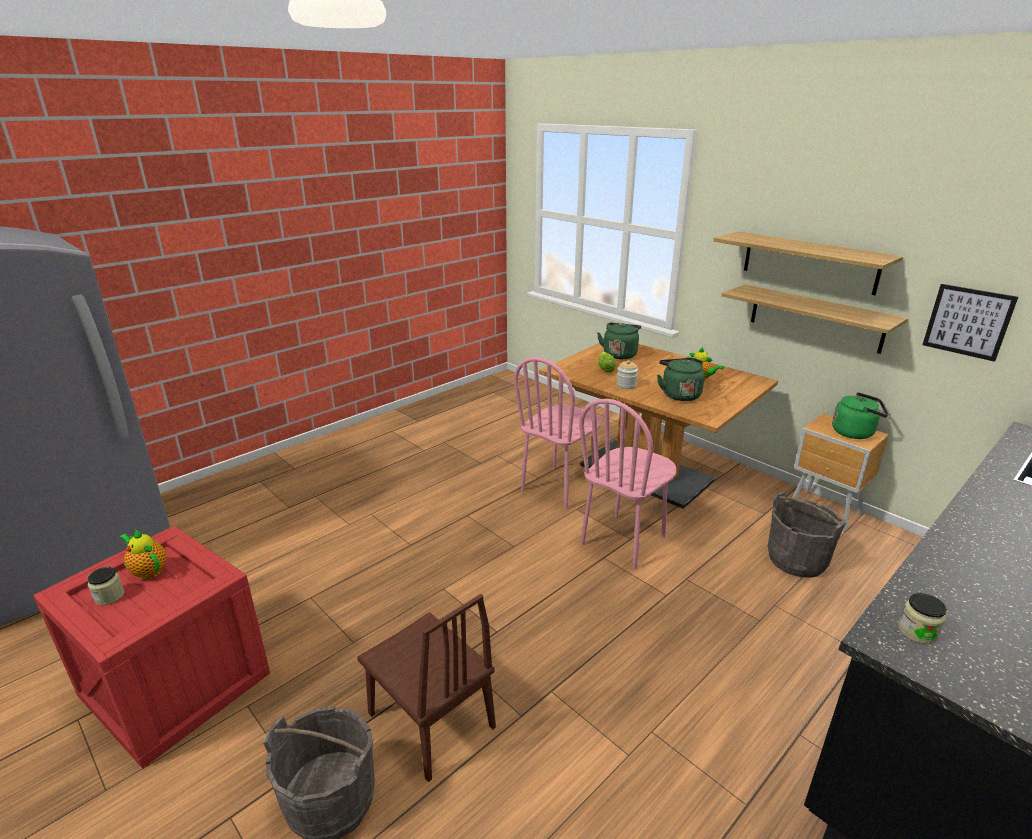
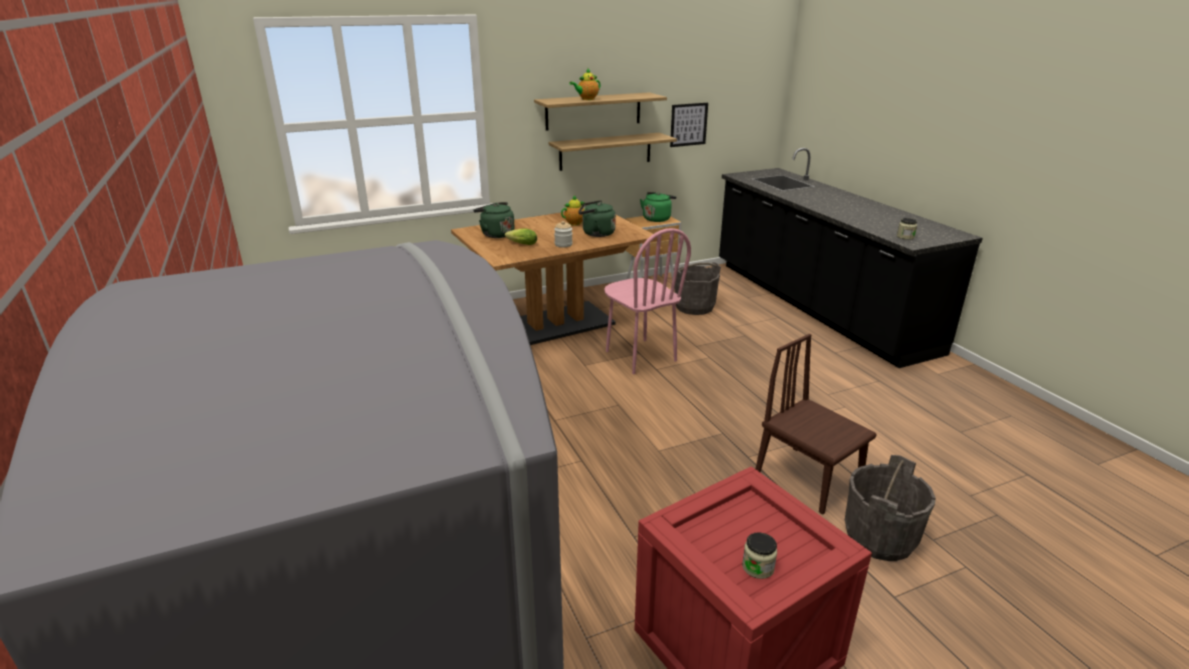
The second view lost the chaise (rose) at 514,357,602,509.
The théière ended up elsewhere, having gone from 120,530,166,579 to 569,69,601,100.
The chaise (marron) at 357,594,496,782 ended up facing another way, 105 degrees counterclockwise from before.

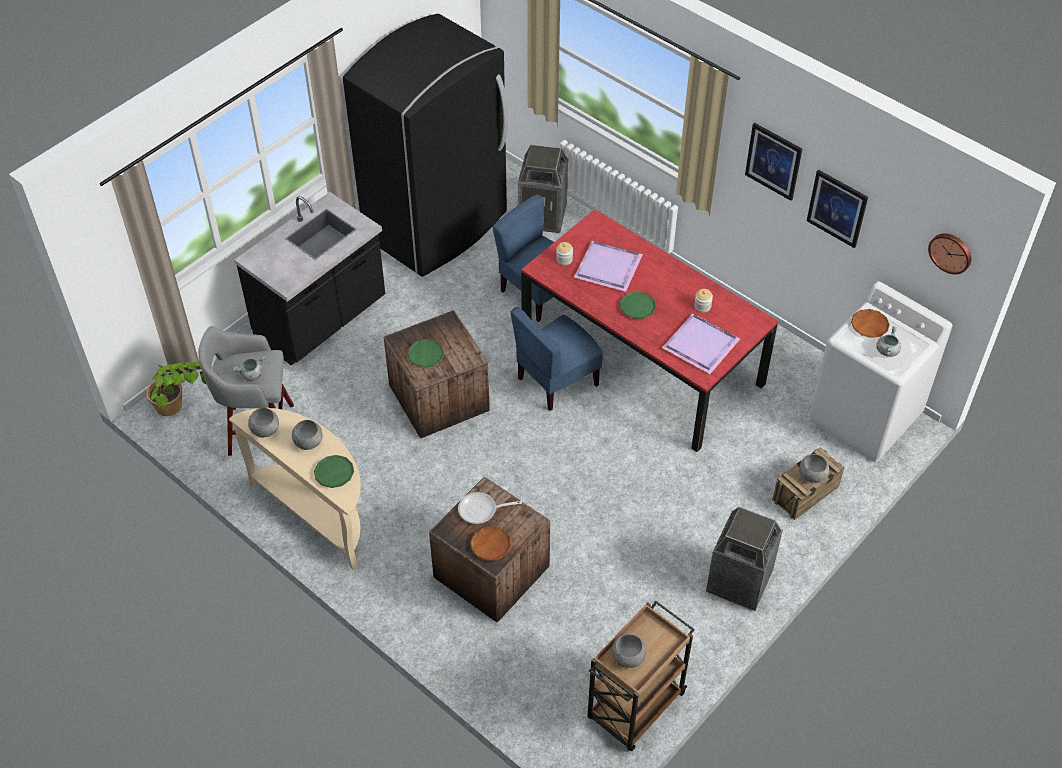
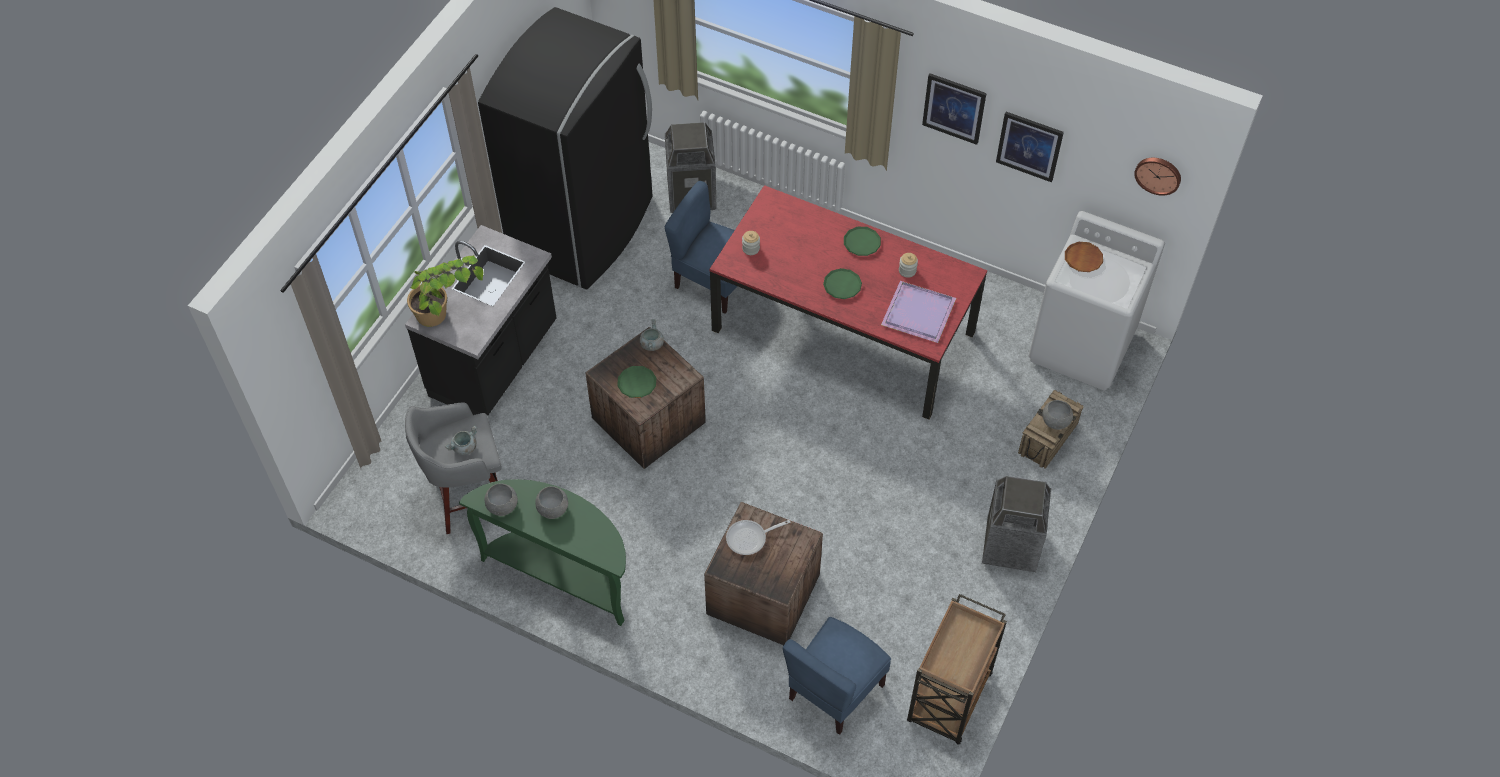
The second view lost the plateau (violet) at 574,241,643,292.
The chaise (bleu) ended up elsewhere, having gone from 511,307,603,411 to 783,617,891,735.
The marmite (gris) ended up elsewhere, having gone from 876,326,901,357 to 640,319,664,351.
The plante en pot ended up elsewhere, having gone from 146,361,206,416 to 407,255,483,327.
What was the table console (beige) at 229,408,361,569 turned into the table console (vert) at 459,479,626,626.
The assiette (vert) ended up elsewhere, having gone from 314,455,354,488 to 844,227,881,256.
The second view lost the assiette (marron) at 470,526,511,561.
The second view lost the bol (gris) at 612,634,646,668.

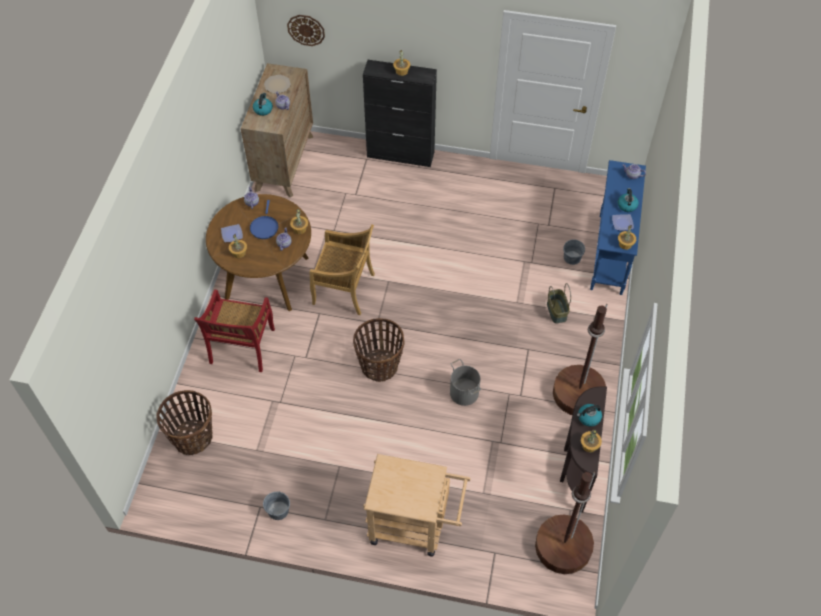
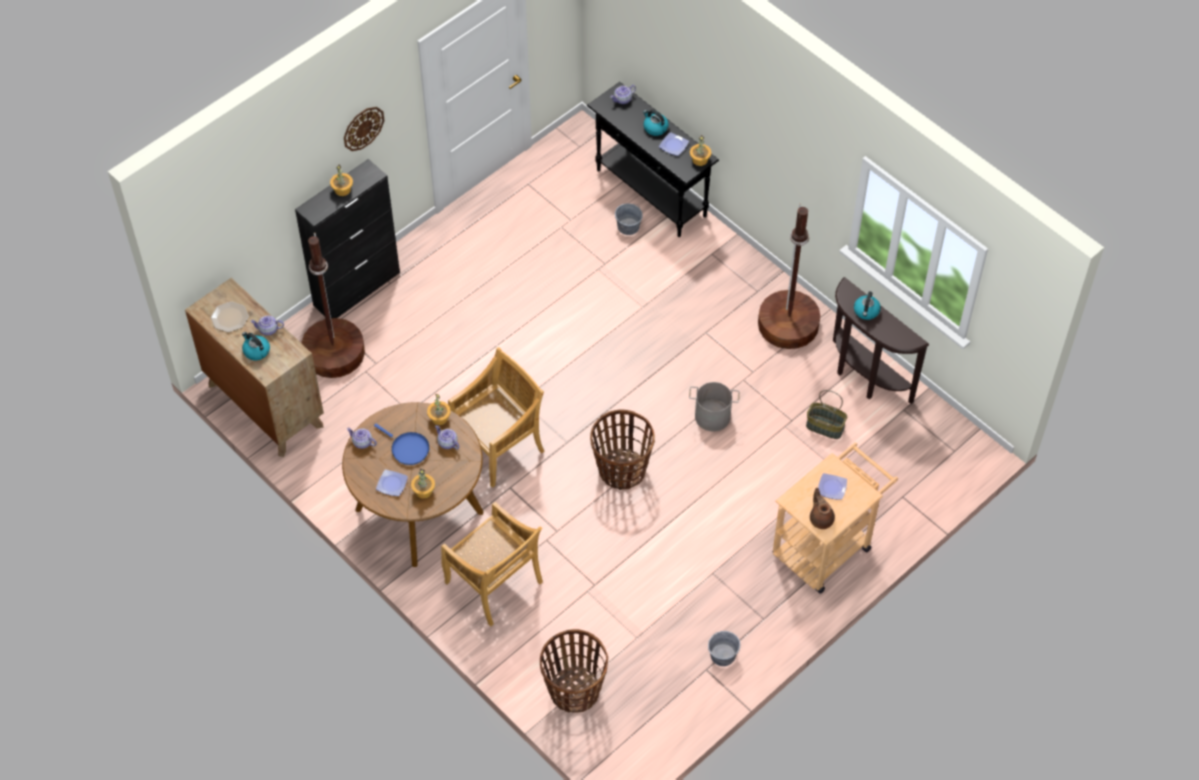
The horloge murale ended up elsewhere, having gone from 287,15,325,46 to 344,107,385,151.
What was the table console (bleu) at 590,160,646,295 turned into the table console (noir) at 587,82,719,237.
The panier ended up elsewhere, having gone from 547,283,571,324 to 806,390,847,439.
What was the chaise (rouge) at 194,289,275,372 turned into the chaise (beige) at 441,502,543,627.
The second view lost the plante en pot at 581,428,602,452.
The lampadaire (marron) ended up elsewhere, having gone from 535,472,595,574 to 301,232,365,378.
The second view gained the assiette at 818,473,847,500.
The second view gained the théière (marron) at 810,488,835,529.

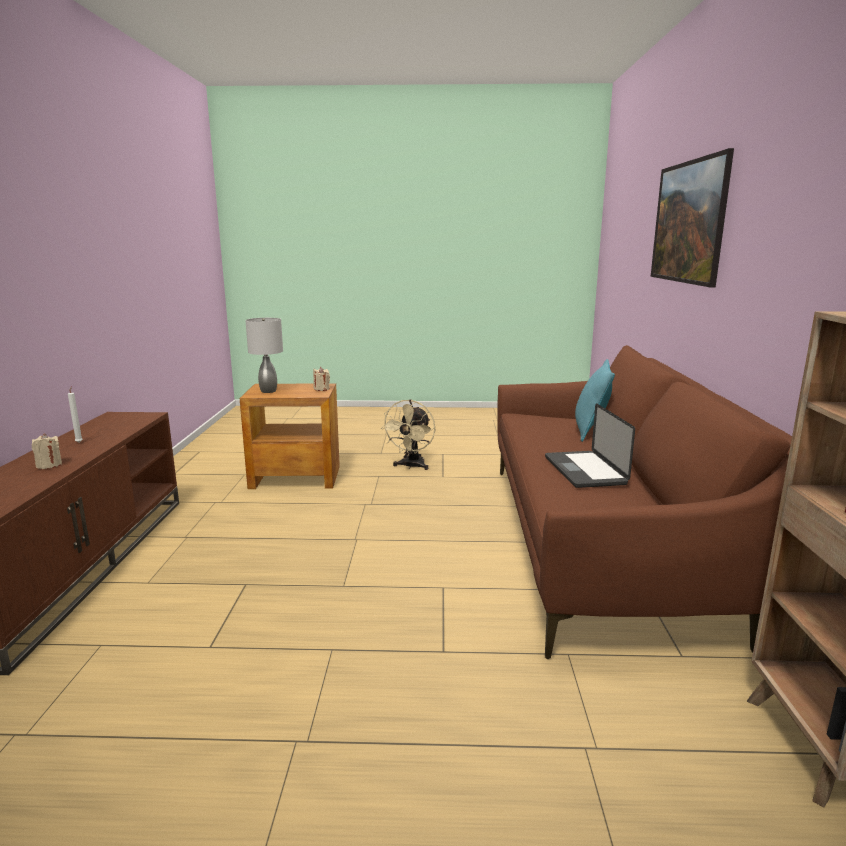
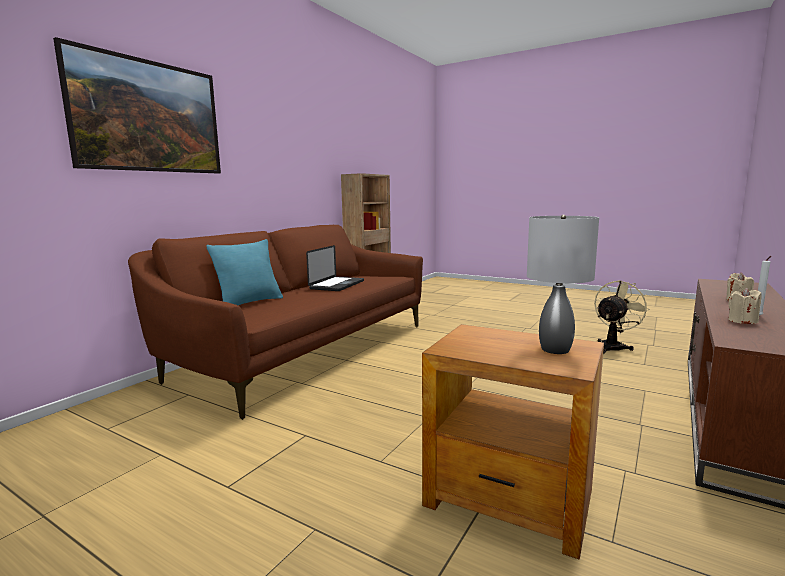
The bougie (beige) ended up elsewhere, having gone from 313,367,330,391 to 728,288,761,324.
The ventilateur (beige) ended up elsewhere, having gone from 381,399,435,470 to 594,280,650,353.

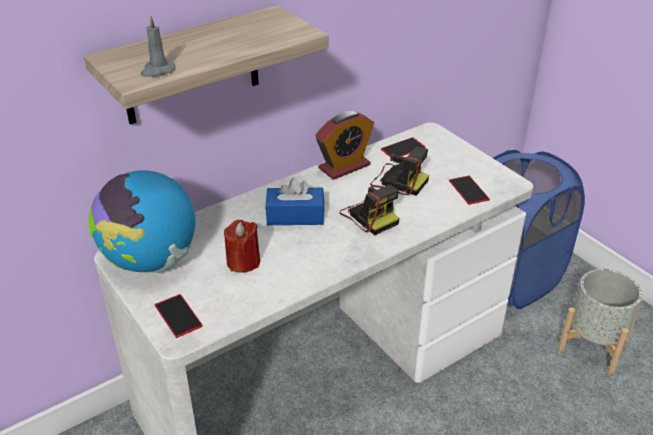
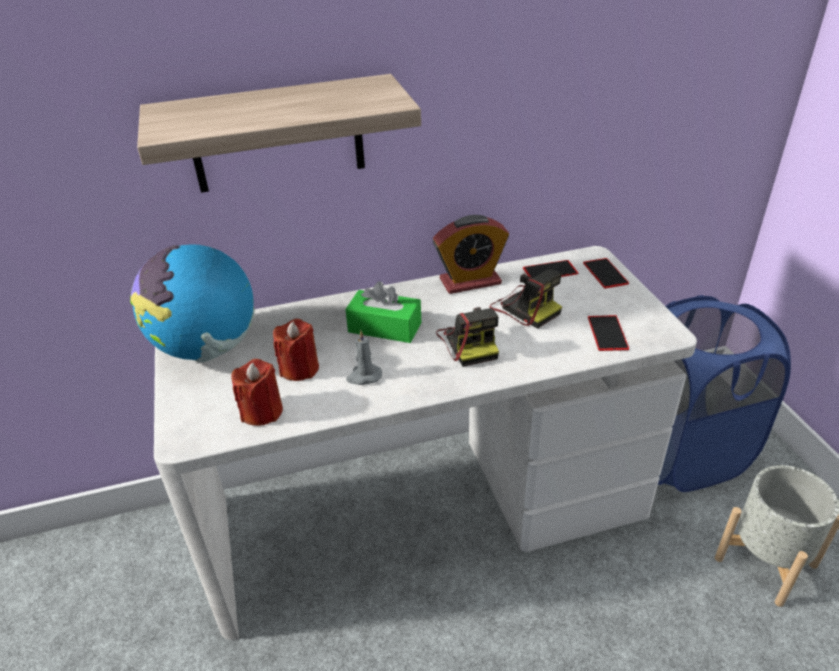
The bougie (gris) ended up elsewhere, having gone from 140,15,176,77 to 346,330,382,385.
What was the boîte à mouchoirs (bleu) at 265,178,324,225 turned into the boîte à mouchoirs (vert) at 345,281,421,343.
The téléphone ended up elsewhere, having gone from 155,294,203,338 to 583,258,629,289.
The second view gained the bougie (rouge) at 231,359,283,426.

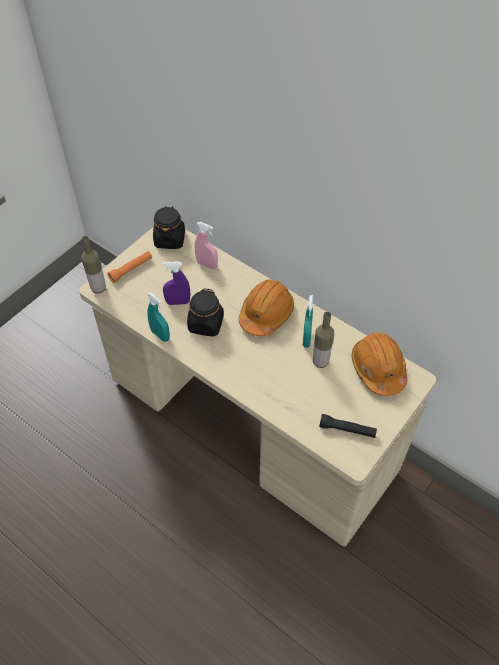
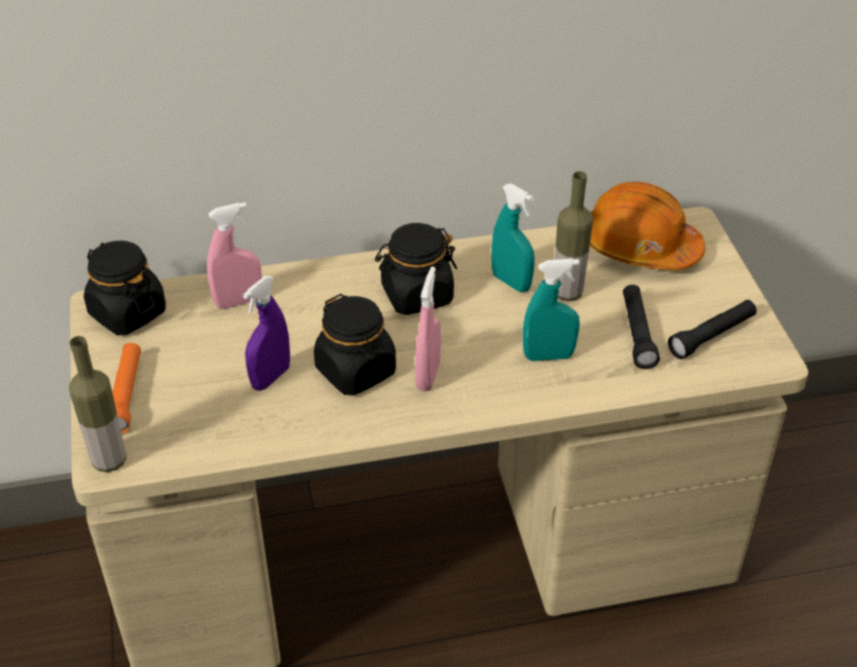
Where the casque de chantier (orange) stood at 239,280,294,336, the bocal (noir) came to stand at 375,223,457,315.
The vaporisateur (turquoise) ended up elsewhere, having gone from 147,292,170,342 to 523,259,580,361.
The second view gained the vaporisateur (rose) at 415,267,441,391.
The second view gained the lampe de poche (noir) at 623,285,660,369.

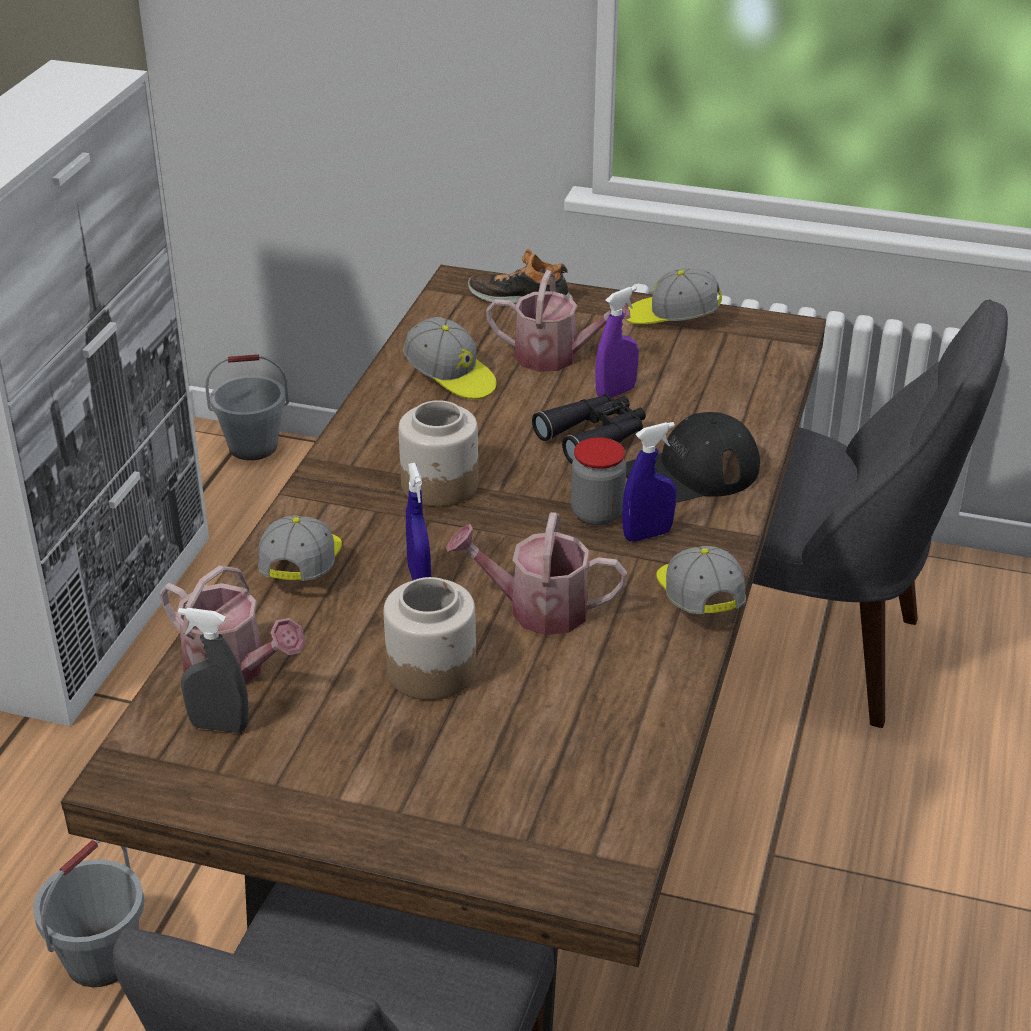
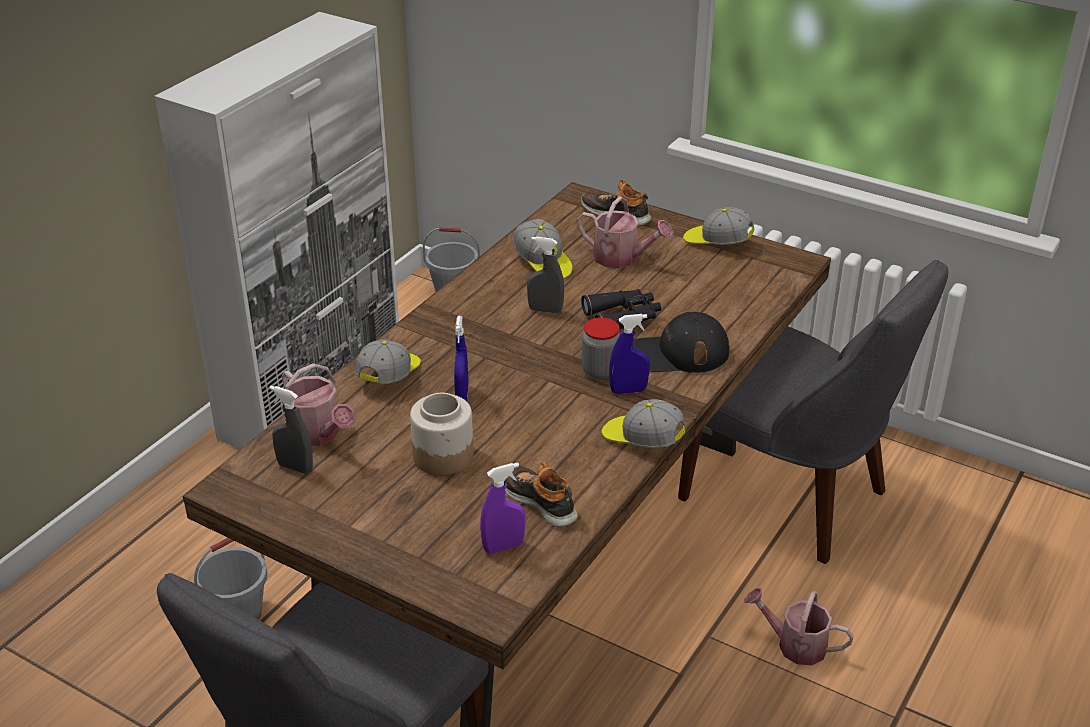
The vaporisateur (violet) ended up elsewhere, having gone from 595,286,638,398 to 480,463,526,553.
The second view lost the bocal at 398,400,479,507.
The arrosoir ended up elsewhere, having gone from 446,512,627,635 to 744,588,854,665.
The casquette at 656,546,746,614 ended up facing another way, 60 degrees counterclockwise from before.
The second view gained the vaporisateur (gris) at 527,236,564,313.
The second view gained the chaussure at 502,462,578,528.

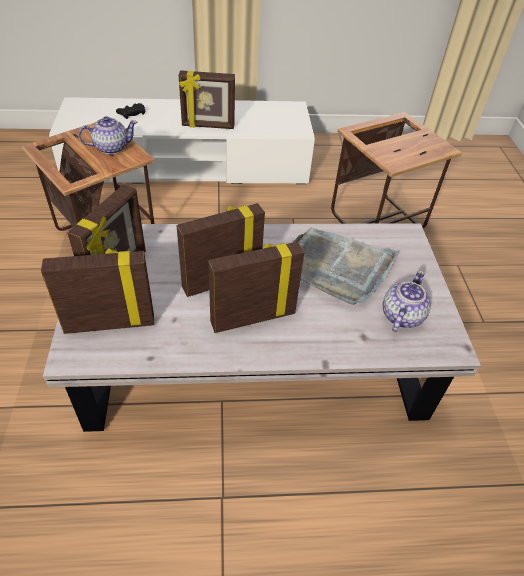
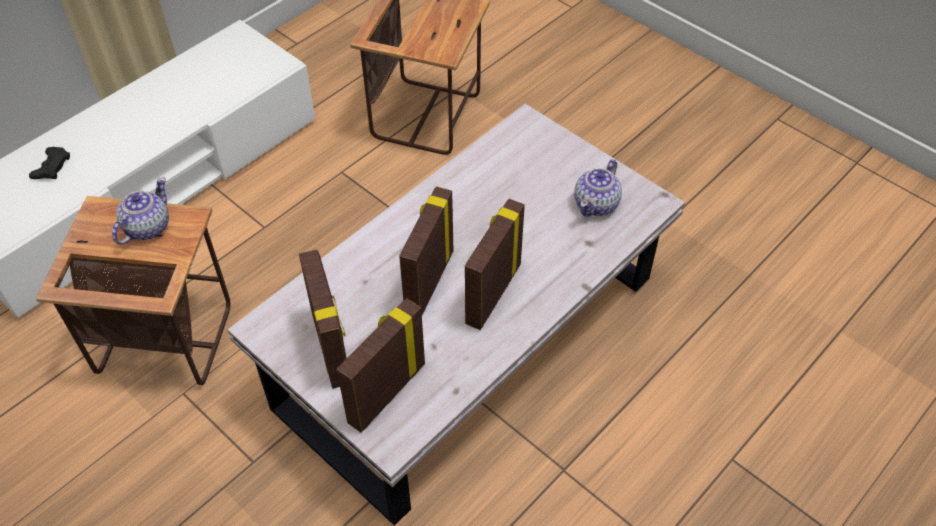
The second view lost the cadre photo at 179,70,235,129.
The second view lost the plateau (gris) at 292,227,399,305.
The théière at 383,270,431,332 ended up facing another way, 135 degrees counterclockwise from before.

